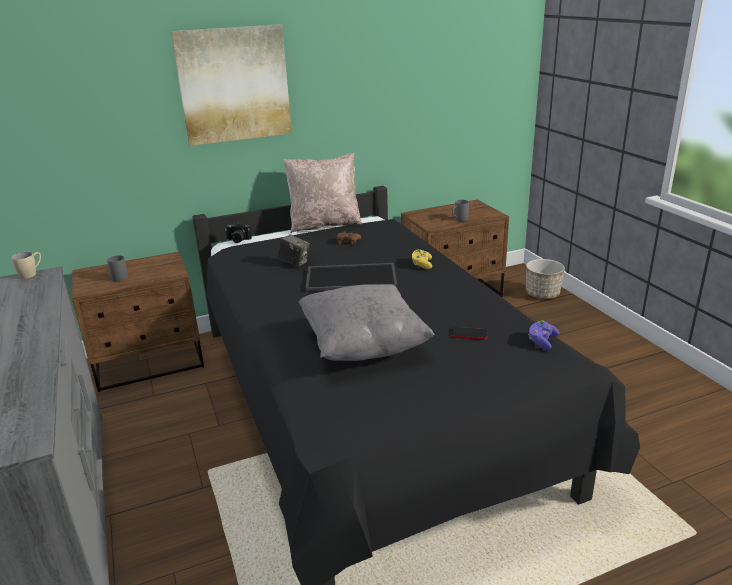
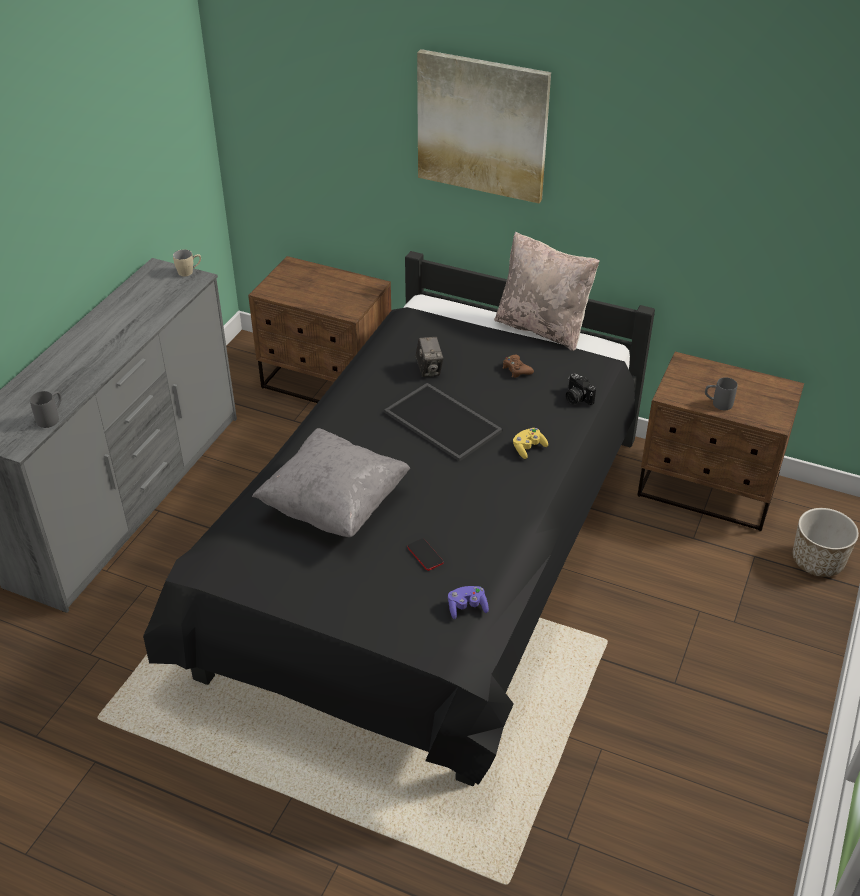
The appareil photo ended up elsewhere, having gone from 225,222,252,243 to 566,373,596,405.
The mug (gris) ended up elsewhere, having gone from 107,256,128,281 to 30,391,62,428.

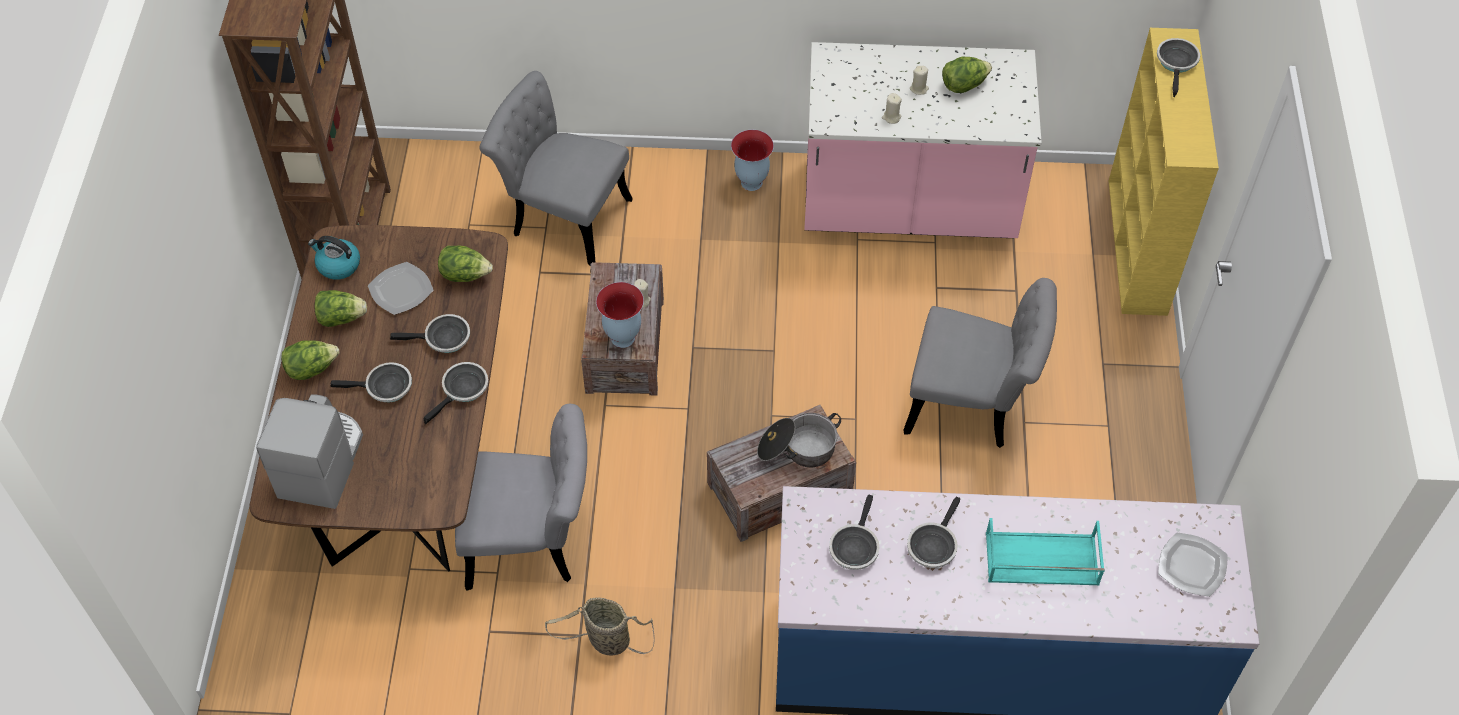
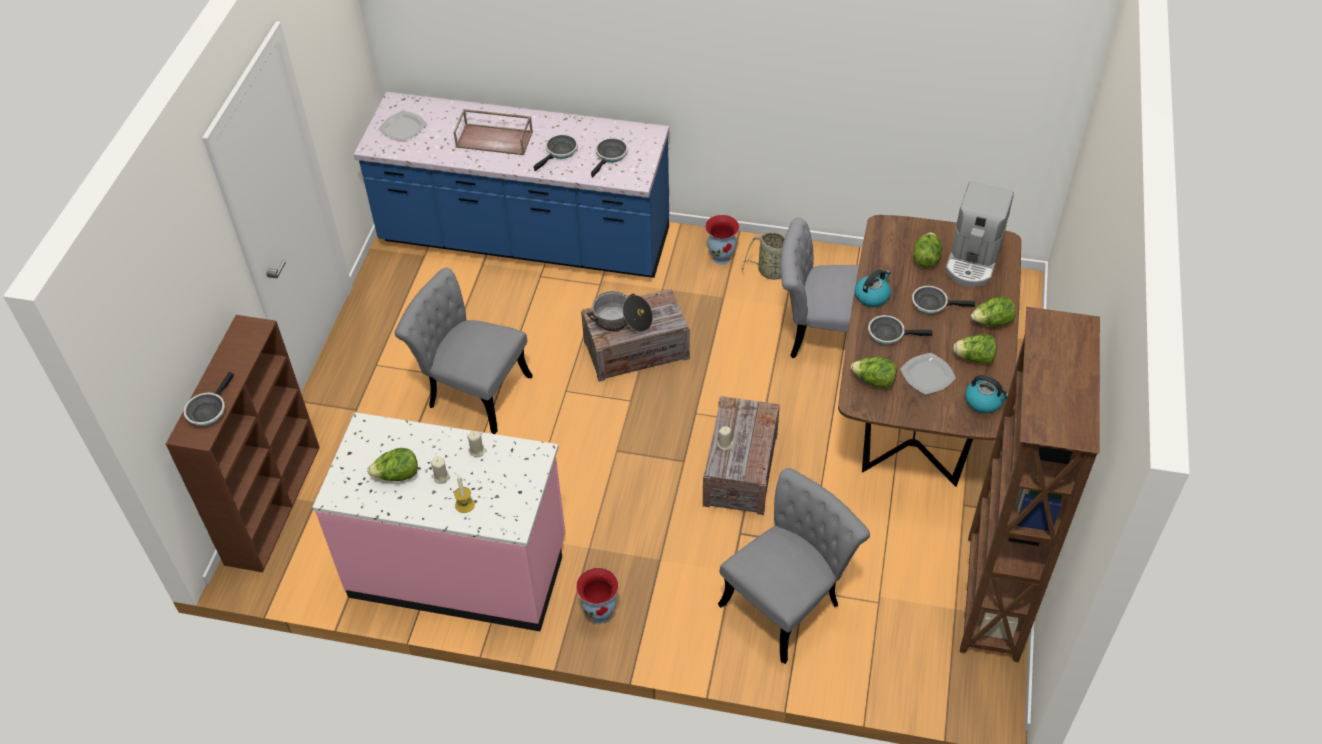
What was the bibliothèque (jaune) at 1109,28,1219,316 turned into the bibliothèque (marron) at 166,315,320,572.
The chaise (gris) at 480,71,632,266 ended up facing another way, 75 degrees counterclockwise from before.
The vase ended up elsewhere, having gone from 596,282,644,348 to 705,215,739,265.
Where the poêle stood at 424,362,488,424, the bouilloire came to stand at 855,269,891,307.
What was the plateau (turquoise) at 986,518,1105,585 turned into the plateau (marron) at 453,109,533,155.
The second view gained the laitue at 913,232,942,268.
The second view gained the bougie at 454,474,475,513.

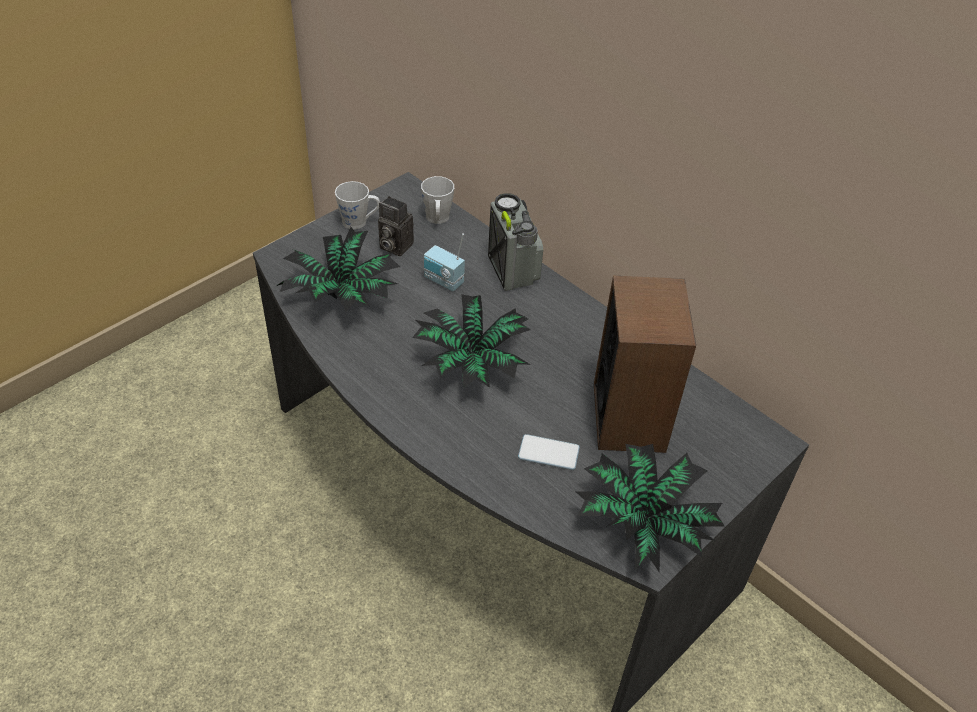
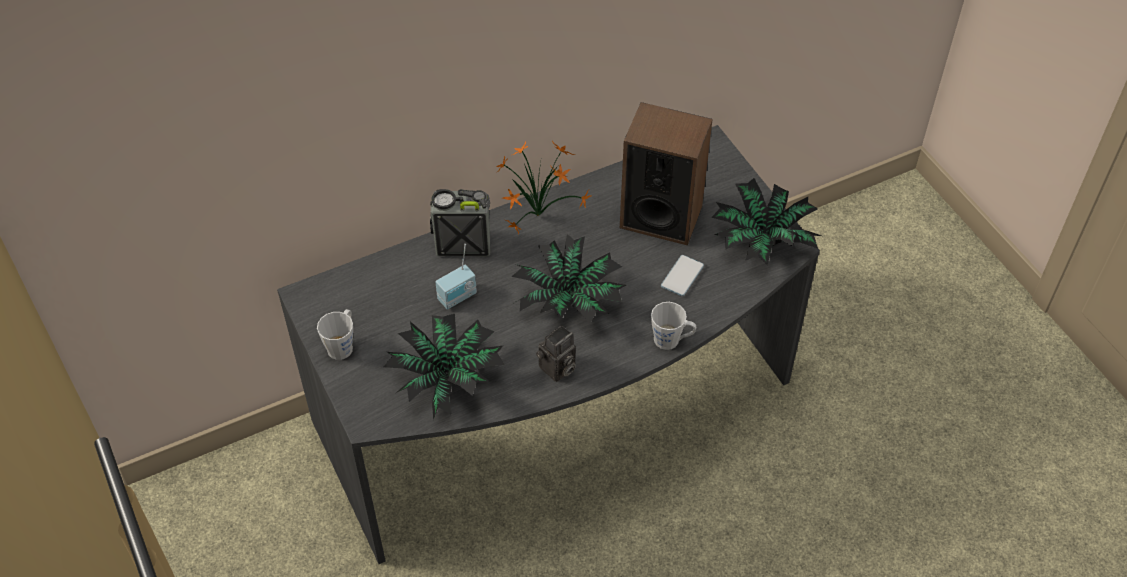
The mug (gris) ended up elsewhere, having gone from 421,176,454,224 to 651,302,697,350.
The appareil photo ended up elsewhere, having gone from 378,196,414,256 to 536,325,576,382.
The second view gained the plante en pot at 496,141,591,234.

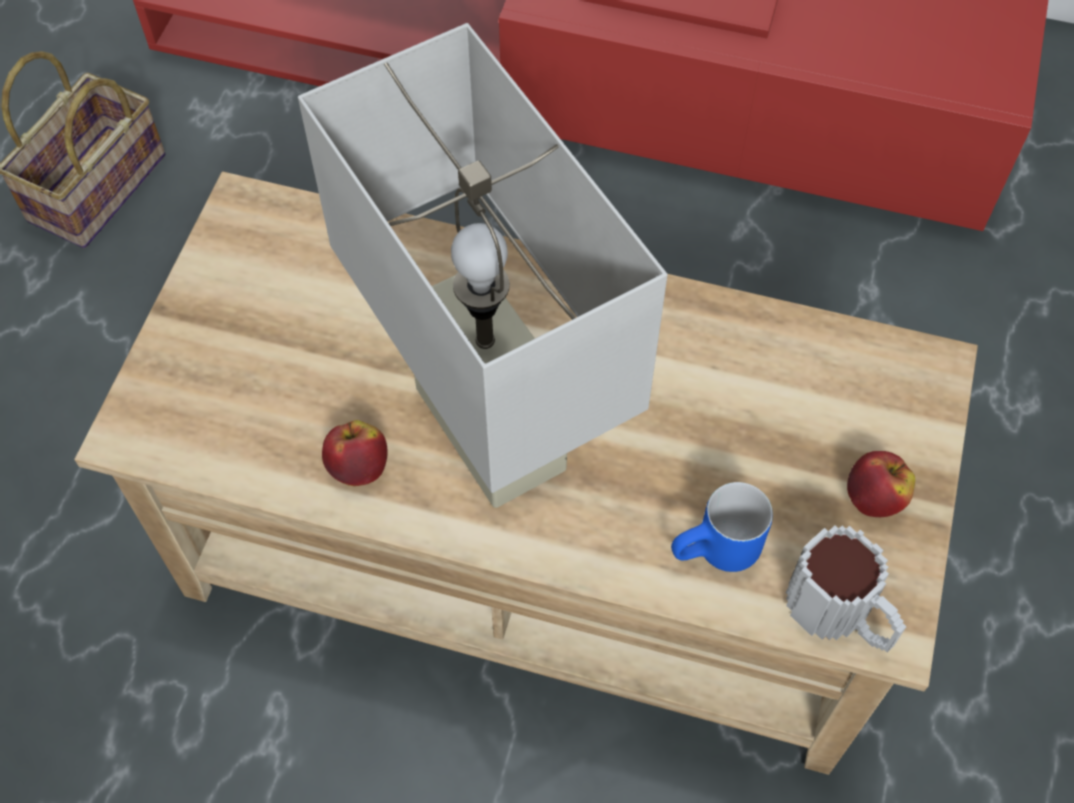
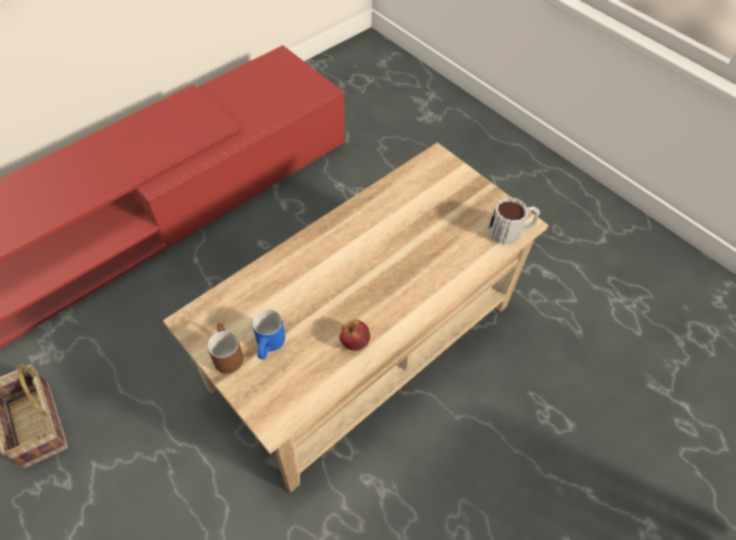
The second view lost the lampe de table (blanc) at 298,23,668,508.
The second view lost the pomme at 847,451,915,517.
The mug (bleu) ended up elsewhere, having gone from 671,482,773,572 to 252,309,285,360.
The second view gained the mug (marron) at 208,323,243,373.

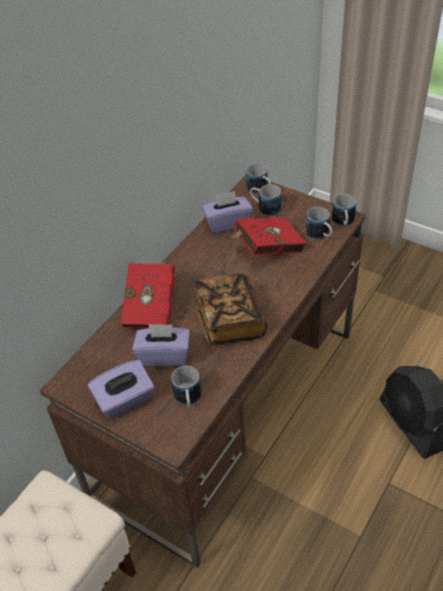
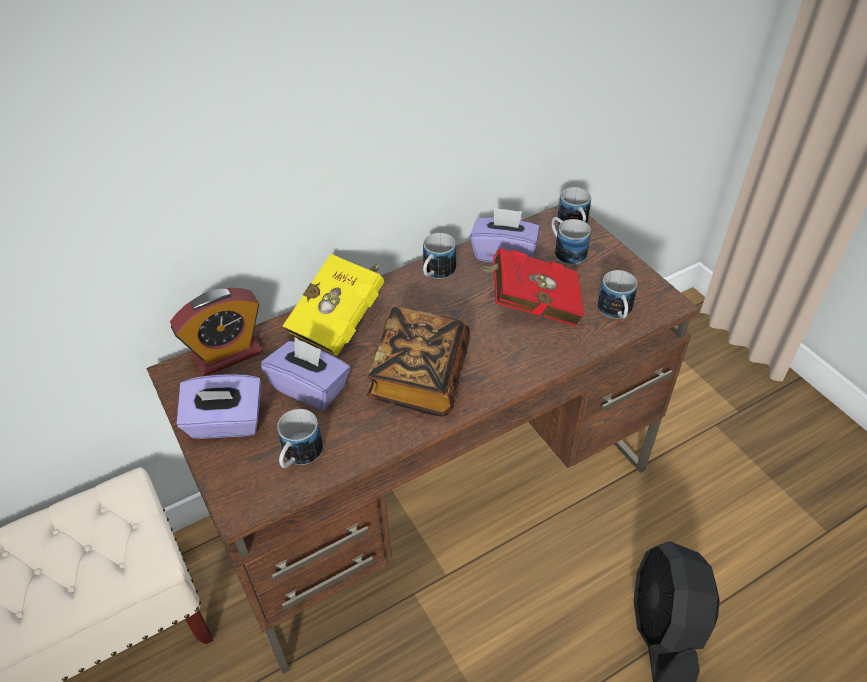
The mug ended up elsewhere, having gone from 332,194,356,226 to 423,233,456,279.
What was the livre (rouge) at 121,257,175,328 turned into the livre (jaune) at 283,254,384,356.
The second view gained the réveil at 170,288,263,376.

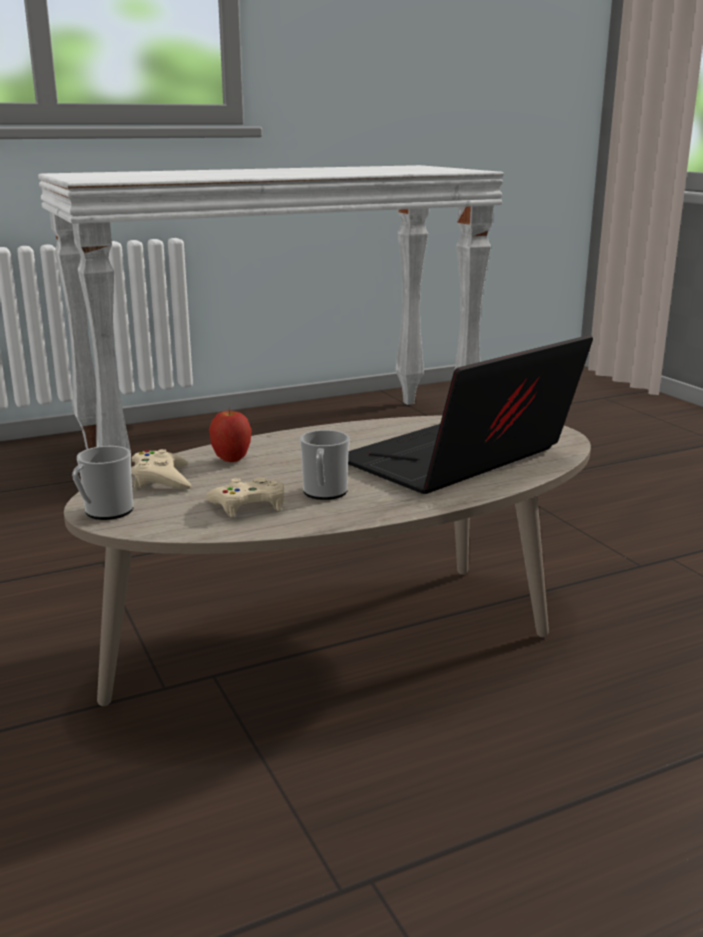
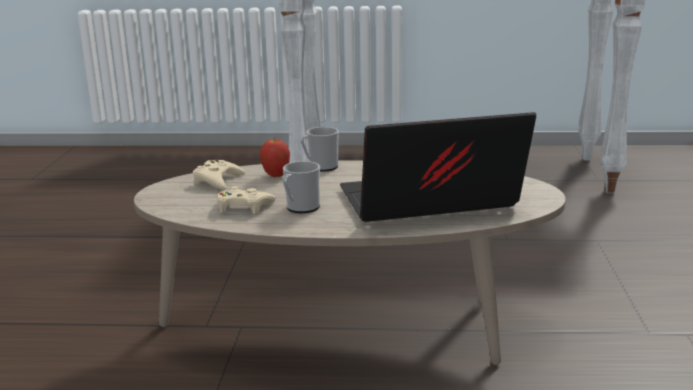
The mug ended up elsewhere, having gone from 72,446,133,520 to 301,127,339,172.

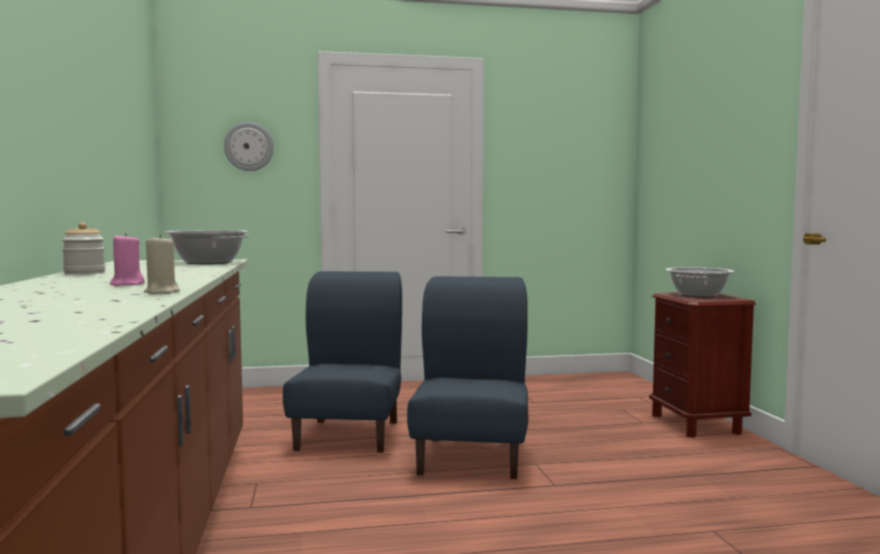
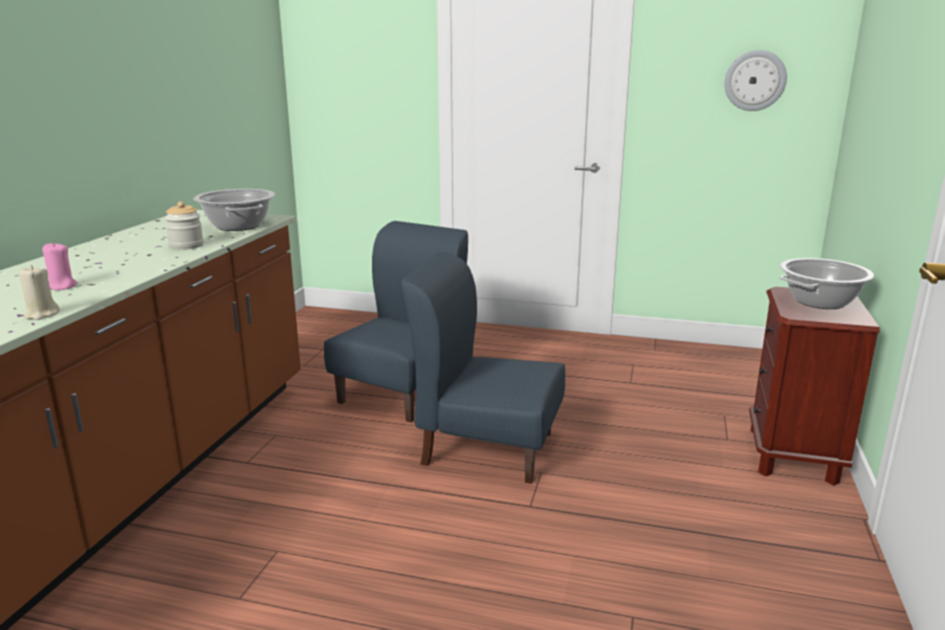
The horloge murale ended up elsewhere, having gone from 224,122,274,171 to 724,50,787,111.
The bocal ended up elsewhere, having gone from 62,222,105,274 to 165,202,204,250.
The chaise (bleu) at 407,276,528,479 ended up facing another way, 105 degrees counterclockwise from before.

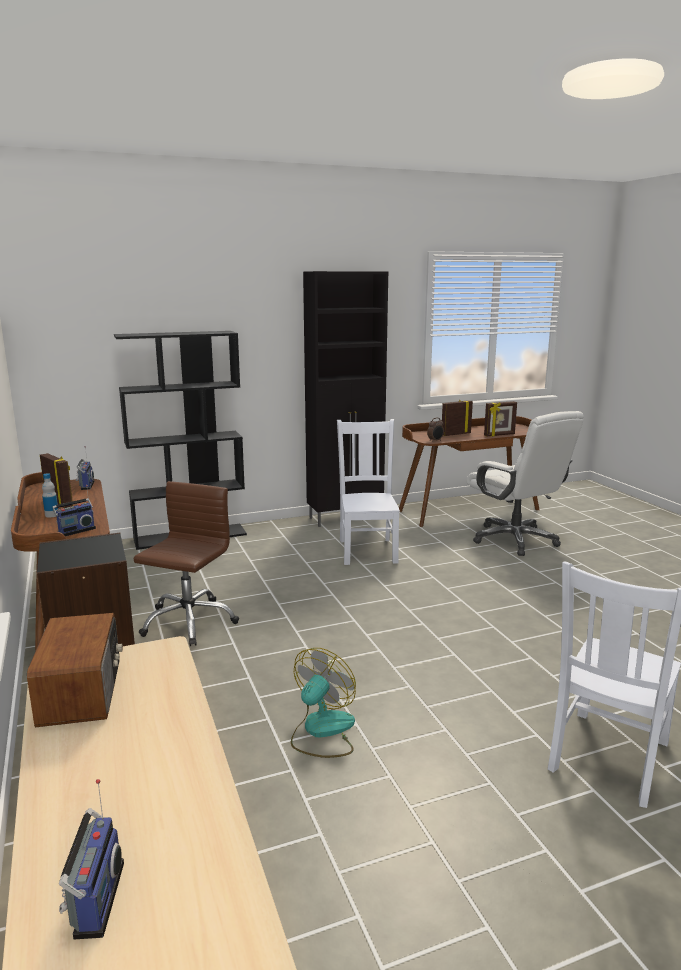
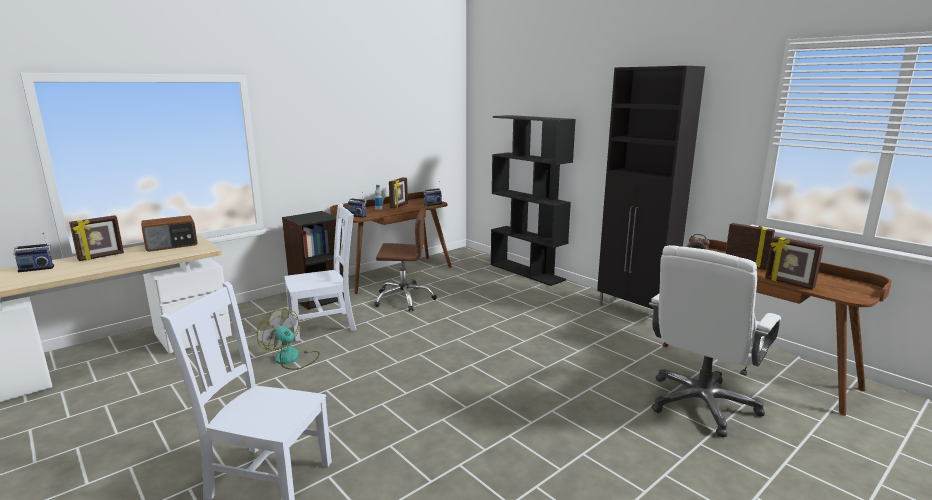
The chaise (blanc) ended up elsewhere, having gone from 337,419,400,565 to 284,203,356,341.
The ventilateur at 291,648,356,758 ended up facing another way, 150 degrees counterclockwise from before.
The second view gained the cadre photo at 69,215,124,261.

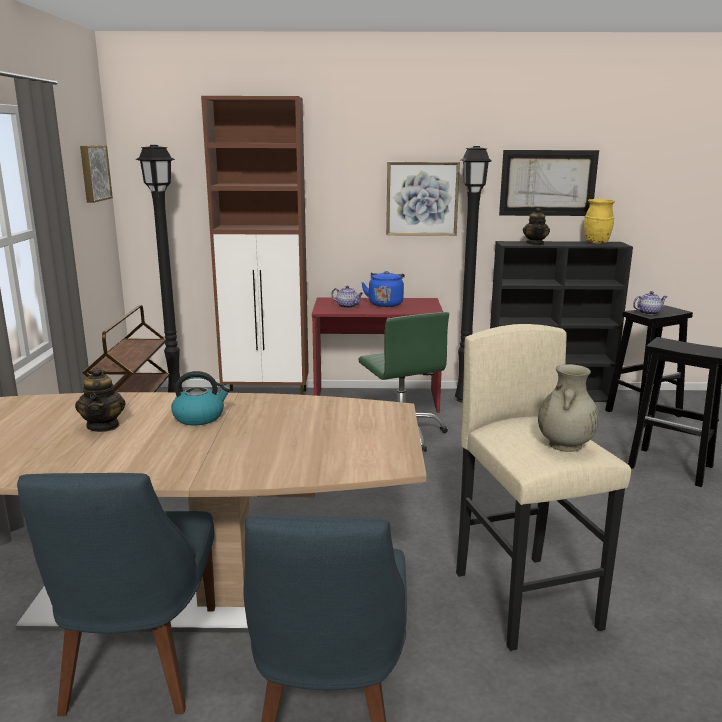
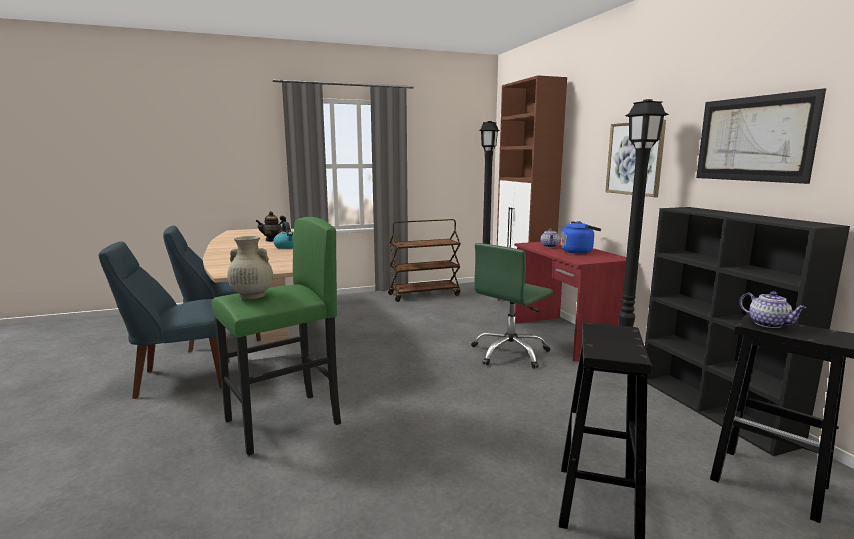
The second view lost the tableau at 80,145,113,203.
The second view lost the vase (jaune) at 584,199,615,244.
The second view lost the théière at 523,208,550,245.
What was the tabouret (beige) at 456,324,631,651 turned into the tabouret (vert) at 212,217,341,455.

